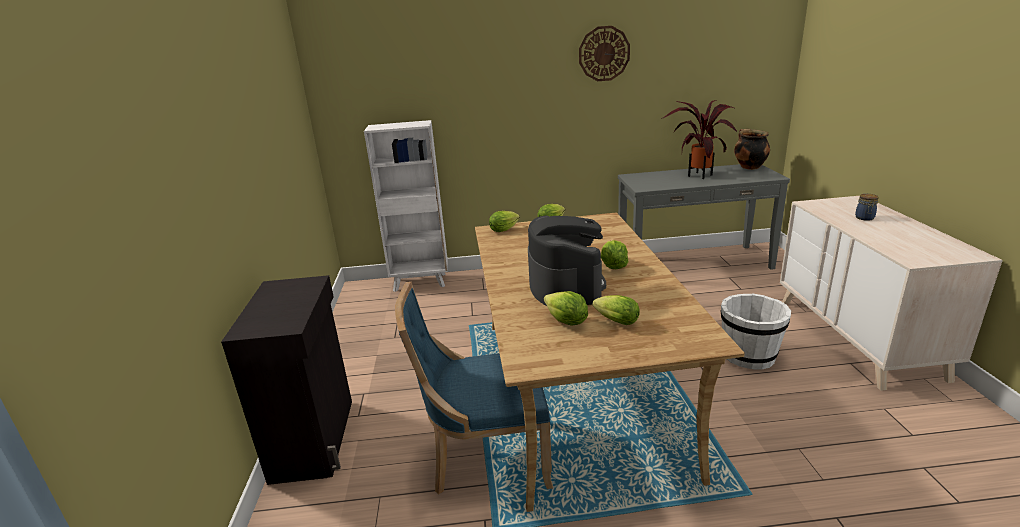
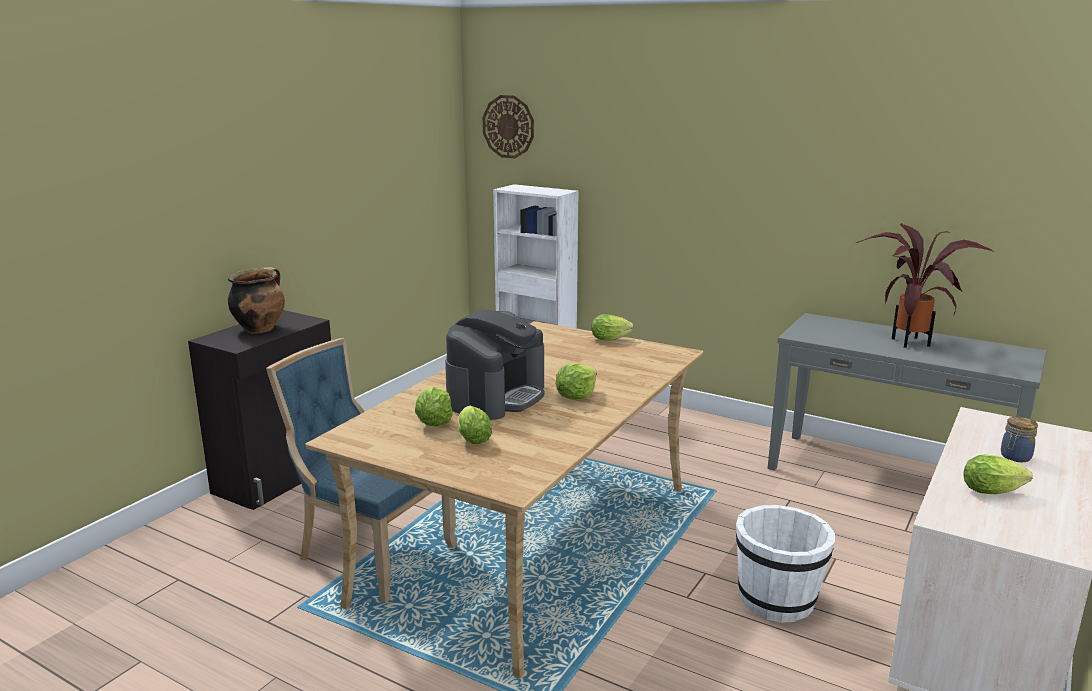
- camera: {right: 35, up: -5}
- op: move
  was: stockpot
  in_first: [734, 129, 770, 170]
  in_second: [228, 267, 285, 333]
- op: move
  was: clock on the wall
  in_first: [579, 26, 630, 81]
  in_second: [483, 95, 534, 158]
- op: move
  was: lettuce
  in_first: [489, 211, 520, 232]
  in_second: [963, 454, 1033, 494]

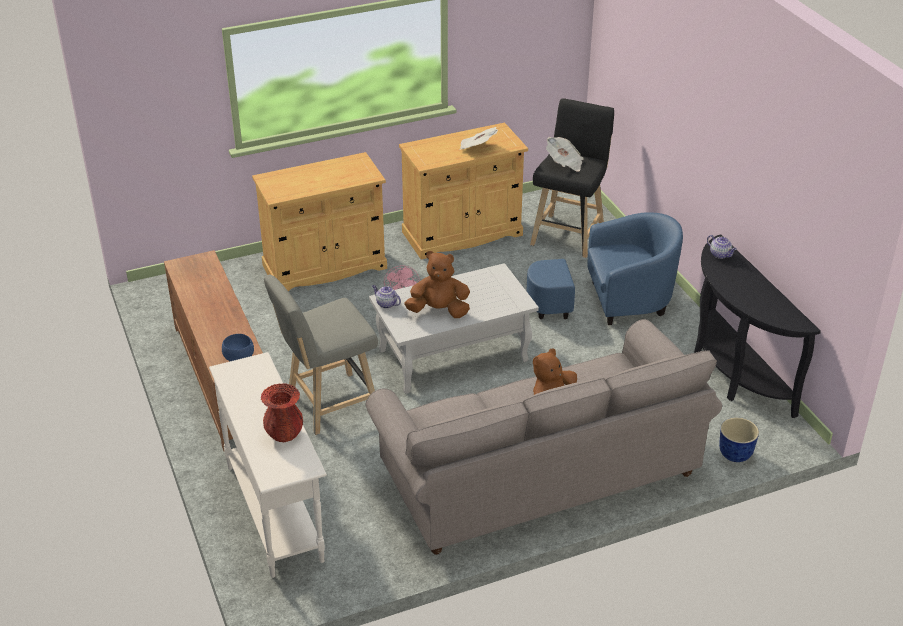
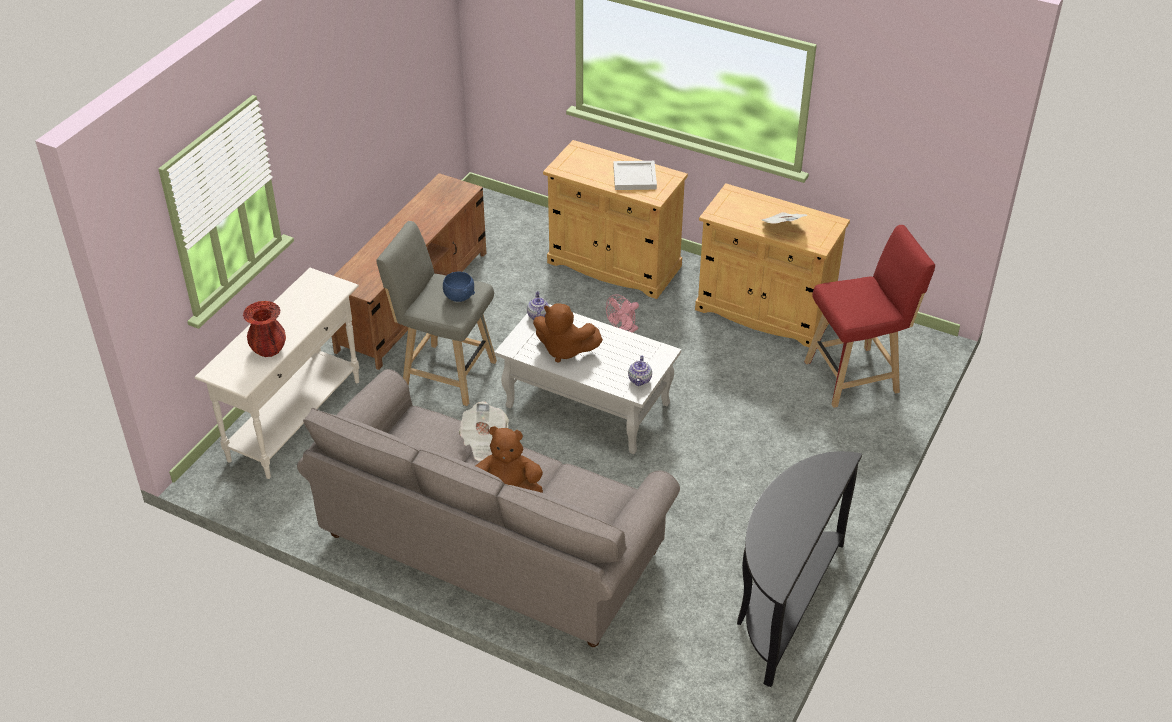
- camera: {right: 50, up: 5}
- op: move
  was: serving bowl (bluish)
  in_first: [222, 334, 254, 361]
  in_second: [443, 272, 475, 302]
- op: move
  was: daily paper
  in_first: [546, 137, 584, 172]
  in_second: [459, 402, 509, 461]
- op: rotate
  was: plush toy (brown)
  in_first: [404, 251, 470, 318]
  in_second: [533, 303, 603, 363]
  clockwise: 150
- op: insert
  now: tray (white-coloured)
  in_second: [613, 161, 657, 190]
- op: move
  was: tea pot
  in_first: [707, 235, 737, 259]
  in_second: [628, 355, 652, 386]
- op: recolor
  was: stool seat (black-coloured)
  now: stool seat (red)
  in_first: [530, 98, 614, 258]
  in_second: [804, 225, 935, 408]
- op: delete
  was: lounge chair (bluish)
  in_first: [526, 212, 683, 325]
- op: delete
  was: plant pot
  in_first: [719, 417, 759, 462]

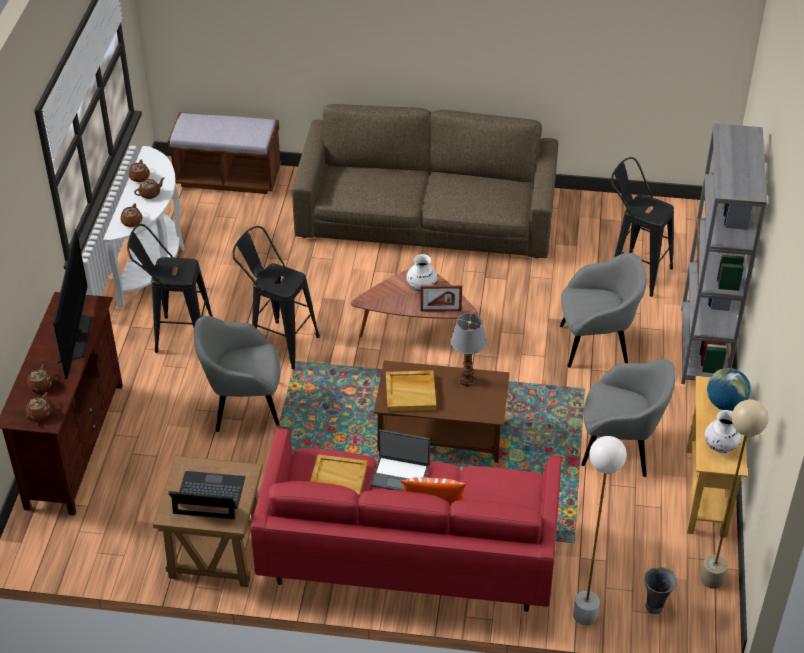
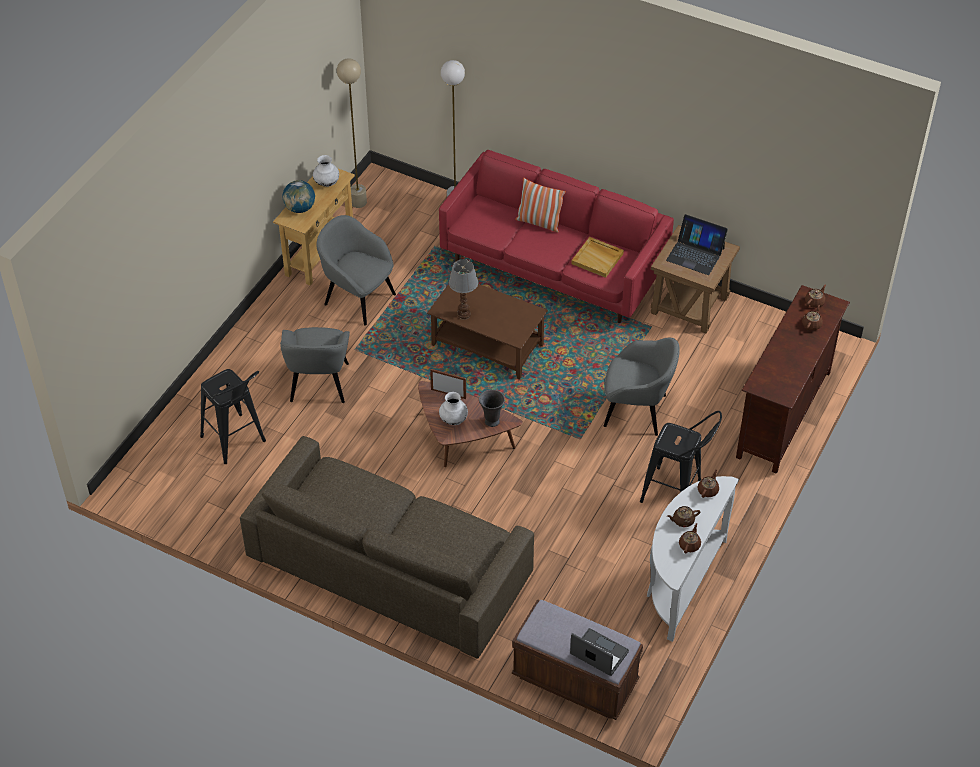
- camera: {right: -160, up: 5}
- op: rotate
  was: lounge chair (grey)
  in_first: [560, 253, 646, 368]
  in_second: [280, 327, 350, 403]
  clockwise: -105
- op: move
  was: flower vase (grey)
  in_first: [644, 567, 677, 614]
  in_second: [479, 390, 505, 427]
- op: move
  was: notebook computer
  in_first: [370, 430, 430, 491]
  in_second: [570, 628, 629, 676]
- op: delete
  was: TV
  in_first: [53, 229, 92, 379]
- op: delete
  was: stool seat (black-coloured)
  in_first: [232, 226, 320, 369]
- op: delete
  was: tray (beige)
  in_first: [386, 370, 436, 411]
- op: delete
  was: shelving unit (grey)
  in_first: [681, 123, 768, 384]

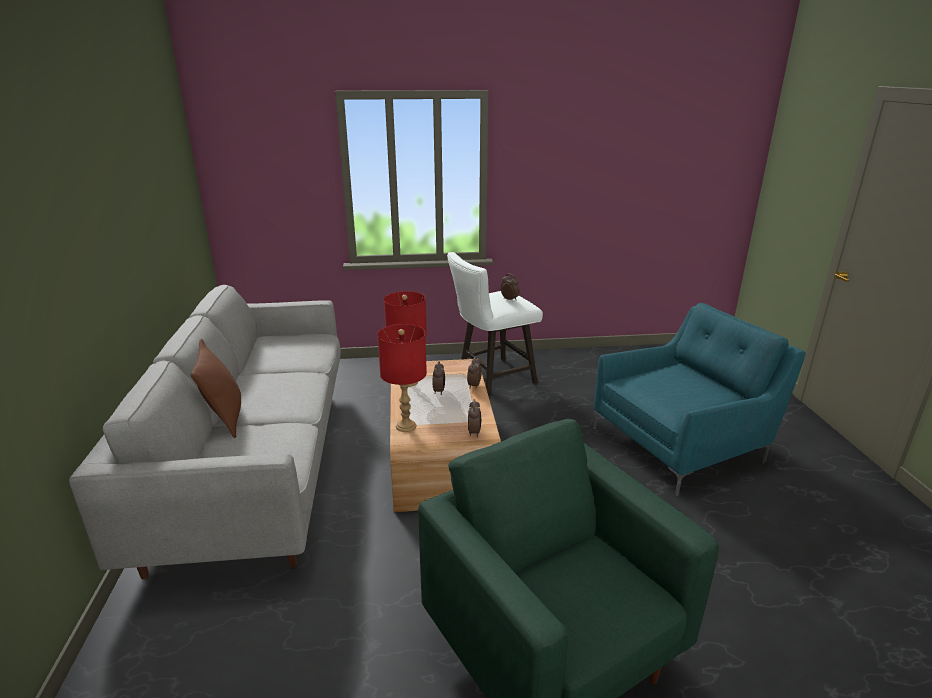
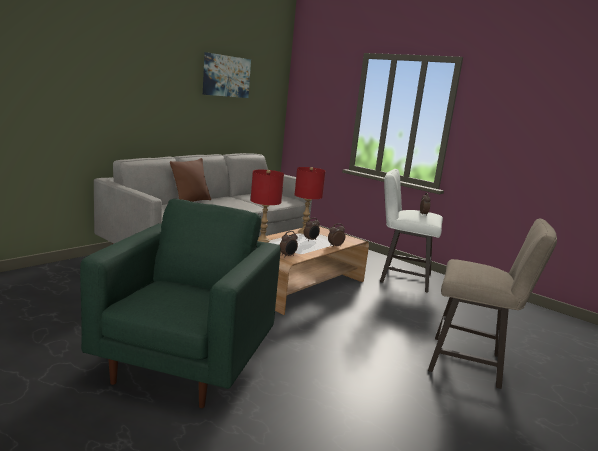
- camera: {right: 45, up: -10}
- op: insert
  now: wall picture
  in_second: [203, 52, 251, 98]
- op: replace
  was: lounge chair (turquoise)
  now: stool seat (beige)
  in_first: [593, 303, 806, 496]
  in_second: [428, 218, 557, 389]

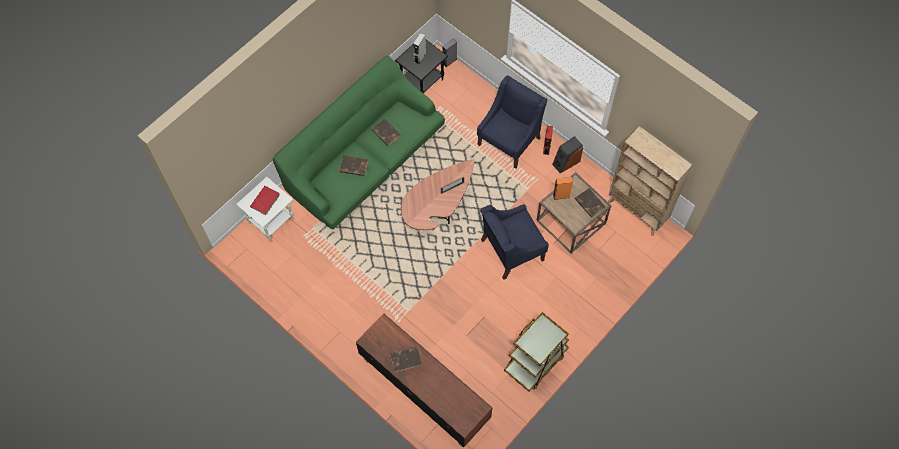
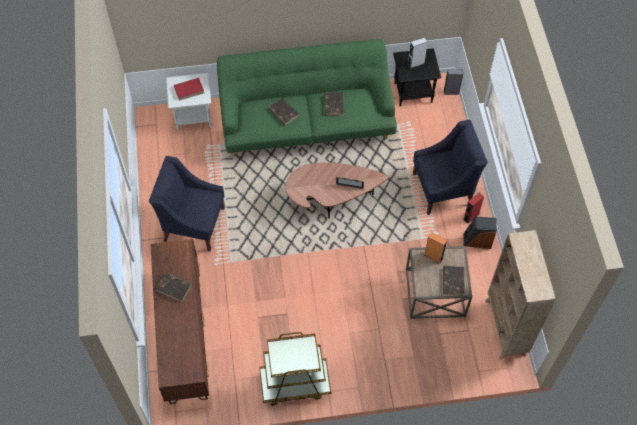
- camera: {right: 40, up: -5}
- op: move
  was: lounge chair (bluish)
  in_first: [480, 204, 549, 280]
  in_second: [149, 156, 225, 251]

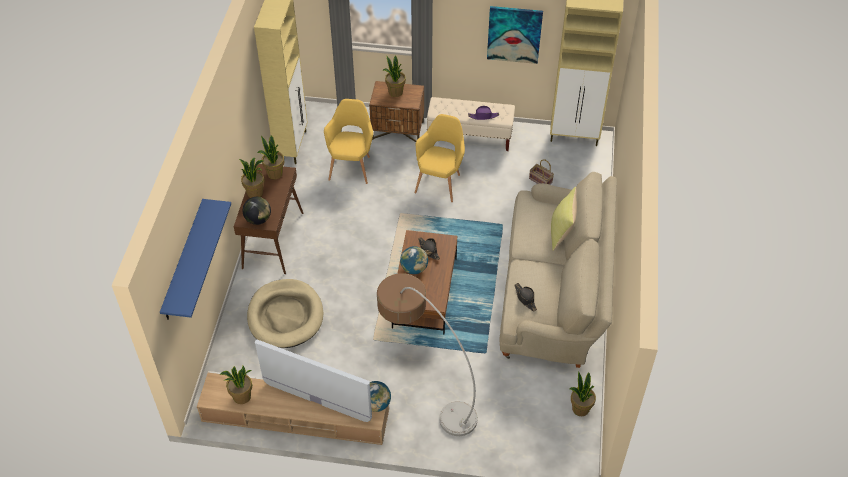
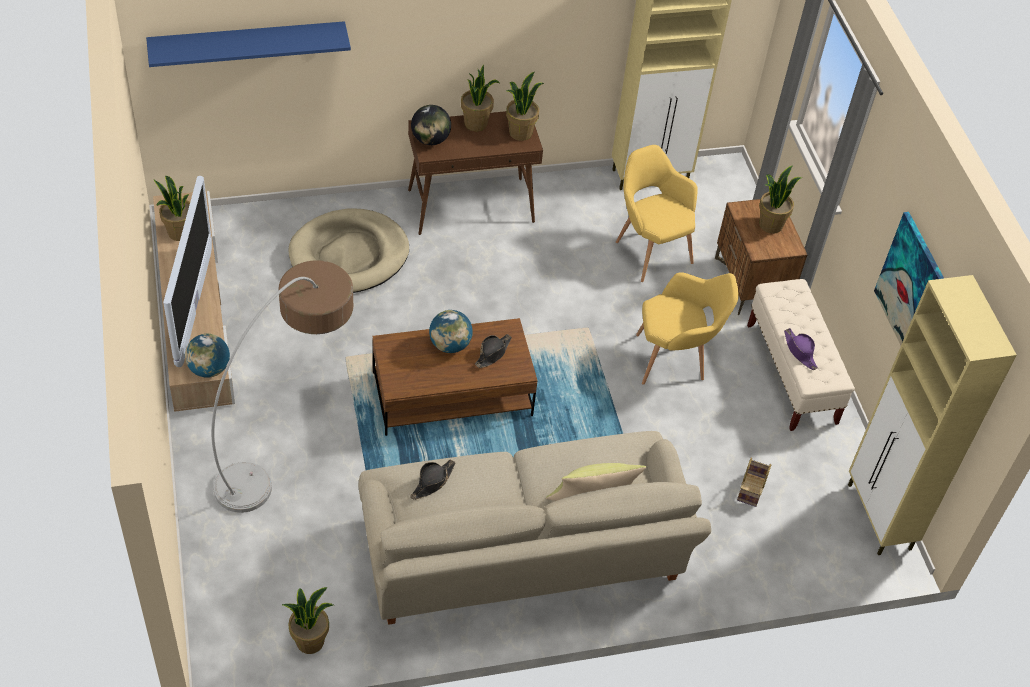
- camera: {right: 65, up: 0}
- op: rotate
  was: lounge chair (yellowish)
  in_first: [324, 99, 373, 184]
  in_second: [616, 145, 698, 282]
  clockwise: -105

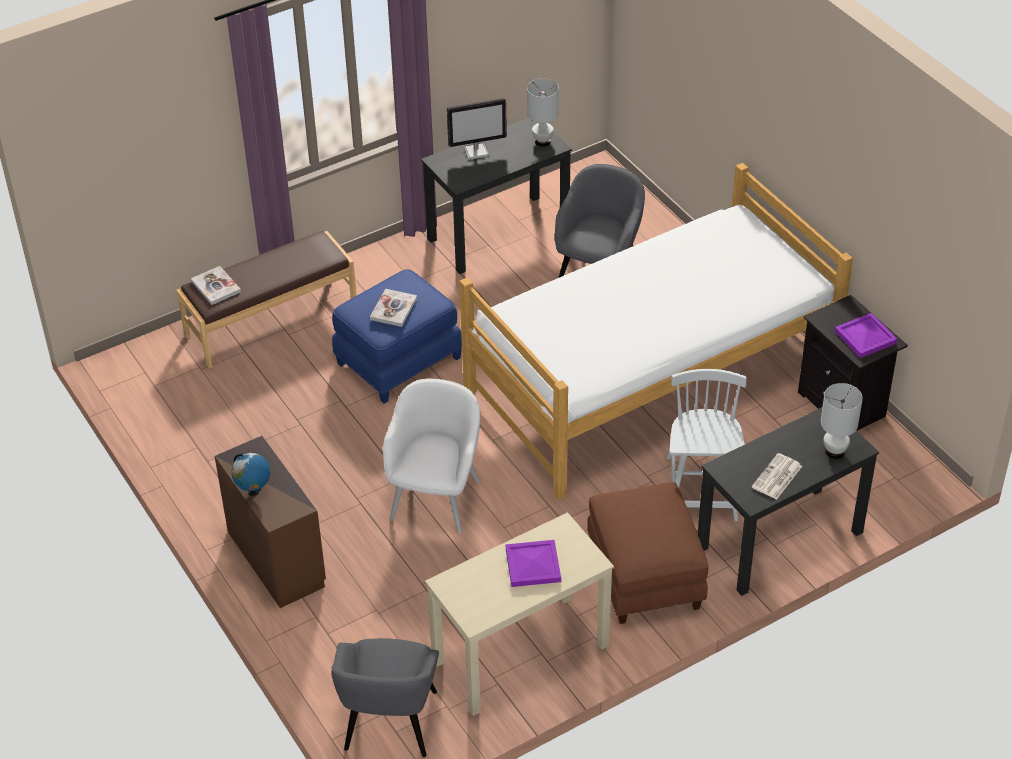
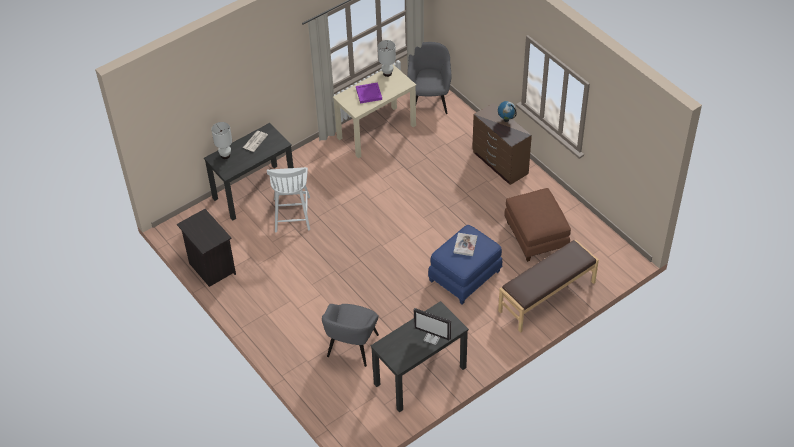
- camera: {right: 175, up: 5}
- op: move
  was: tabletop lamp (white-coloured)
  in_first: [527, 78, 559, 147]
  in_second: [378, 40, 396, 77]
- op: rotate
  was: computer screen
  in_first: [447, 98, 507, 160]
  in_second: [414, 308, 451, 345]
  clockwise: -135
- op: move
  was: footrest (brown)
  in_first: [587, 482, 708, 624]
  in_second: [505, 188, 571, 262]
- op: delete
  was: book
  in_first: [191, 266, 241, 305]
- op: delete
  was: lounge chair (white-coloured)
  in_first: [383, 378, 480, 534]
- op: delete
  was: bedroom bed
  in_first: [459, 163, 853, 499]
- op: delete
  was: tray (purplish)
  in_first: [835, 313, 897, 358]

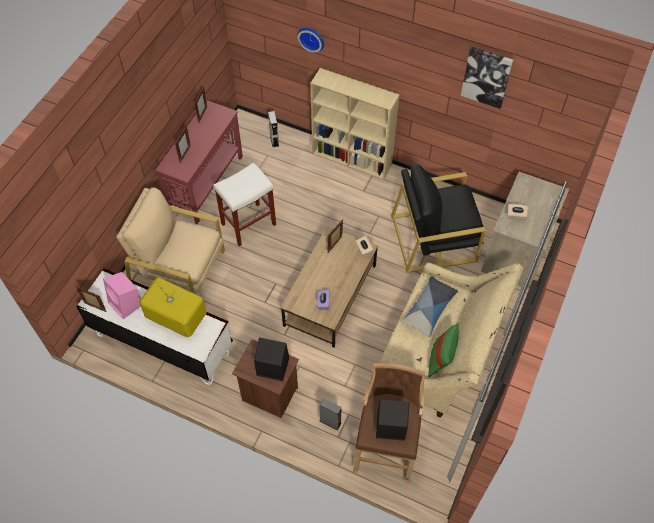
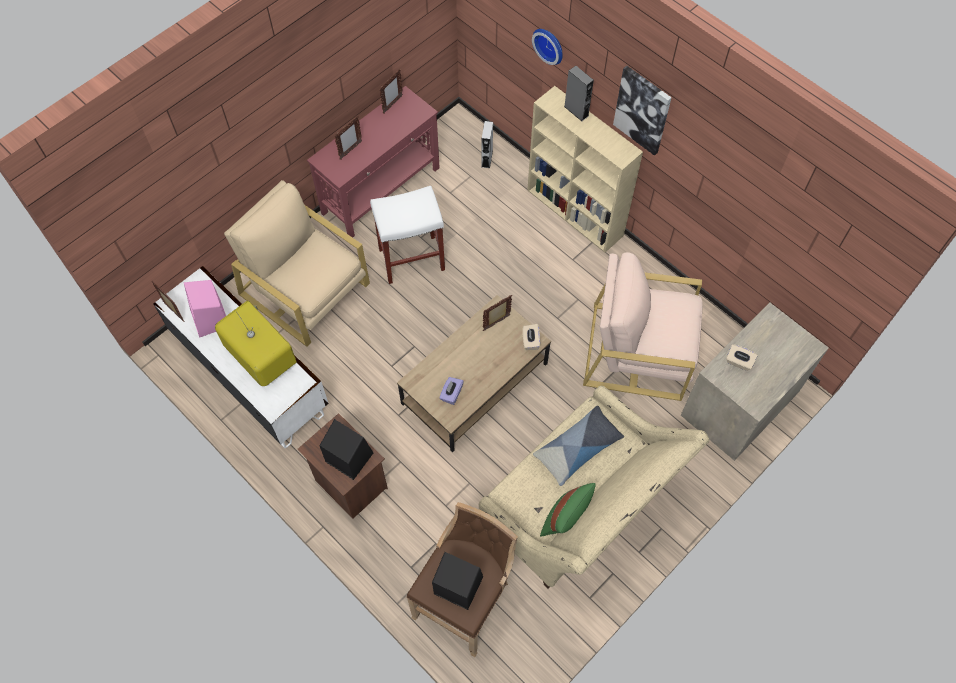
- camera: {right: 20, up: 5}
- op: move
  was: speaker (grey)
  in_first: [320, 398, 342, 431]
  in_second: [564, 66, 594, 121]
- op: recolor
  was: lounge chair (black-coloured)
  now: lounge chair (beige)
  in_first: [391, 165, 486, 273]
  in_second: [583, 252, 702, 401]
- op: move
  was: wall picture
  in_first: [461, 46, 513, 109]
  in_second: [613, 66, 672, 156]

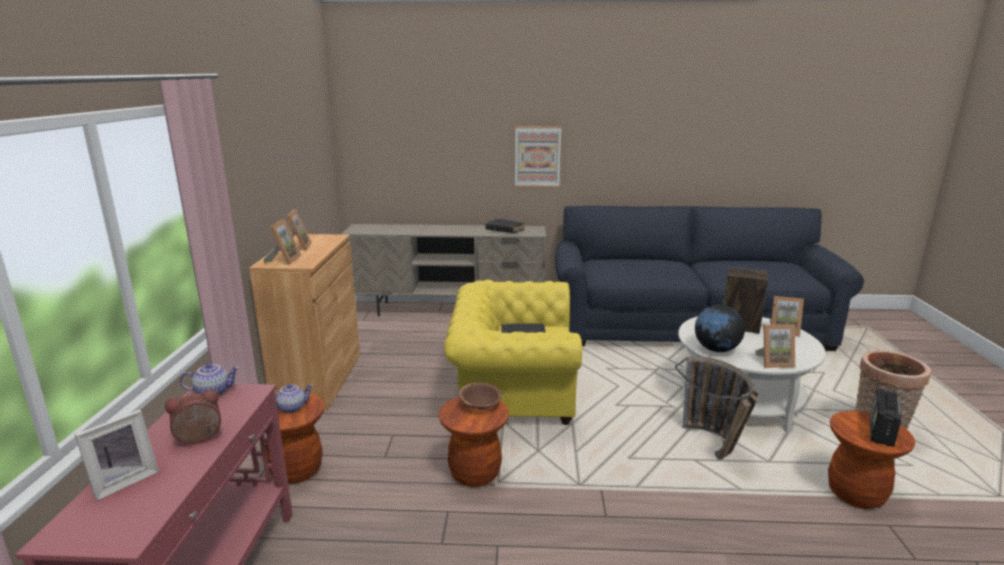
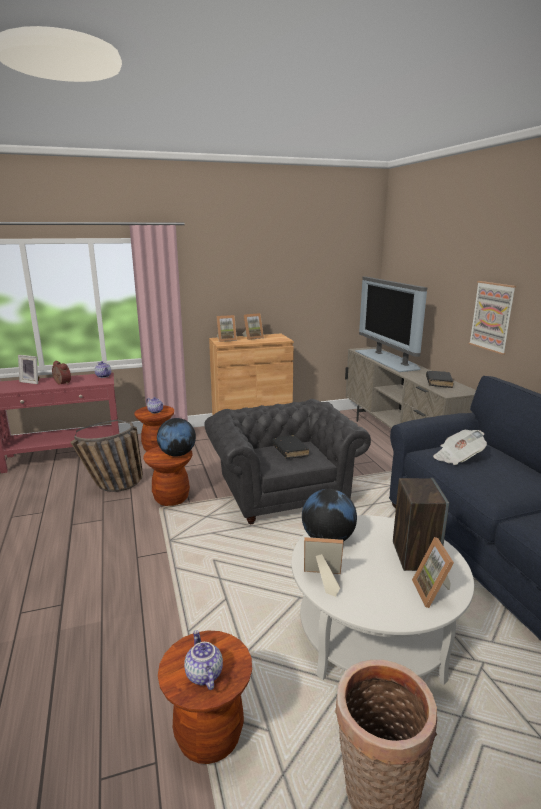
- camera: {right: 70, up: 0}
- op: move
  was: household basket
  in_first: [675, 356, 759, 460]
  in_second: [70, 419, 143, 492]
- op: replace
  was: serving bowl (brown)
  now: world globe
  in_first: [459, 383, 502, 410]
  in_second: [157, 418, 196, 457]
- op: replace
  was: radio set
  now: tea pot
  in_first: [870, 389, 902, 447]
  in_second: [184, 630, 223, 690]
- op: recolor
  was: lounge chair (yellowish)
  now: lounge chair (grey)
  in_first: [444, 280, 582, 425]
  in_second: [204, 399, 371, 524]
- op: rotate
  was: standing frame
  in_first: [755, 324, 795, 368]
  in_second: [304, 537, 343, 597]
  clockwise: 120
- op: insert
  now: TV
  in_second: [355, 276, 427, 372]
- op: insert
  now: daily paper
  in_second: [433, 430, 487, 465]

